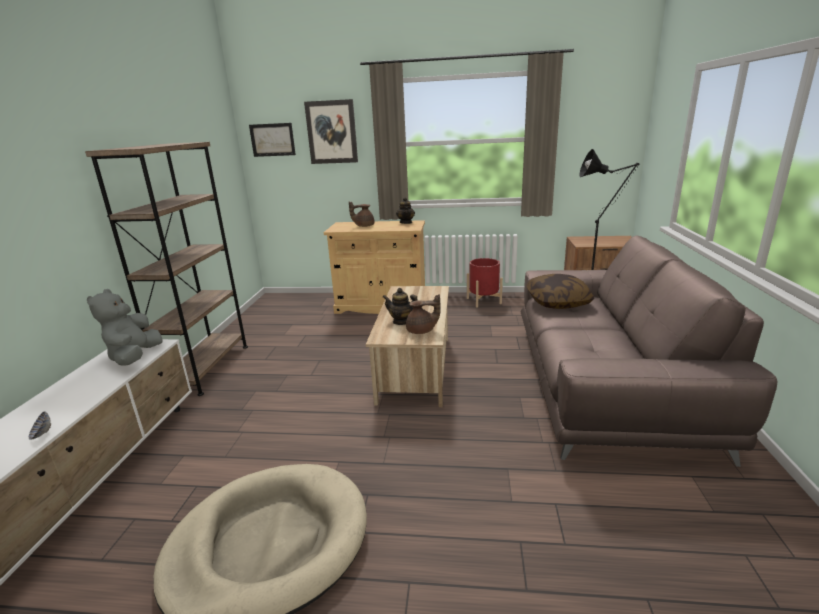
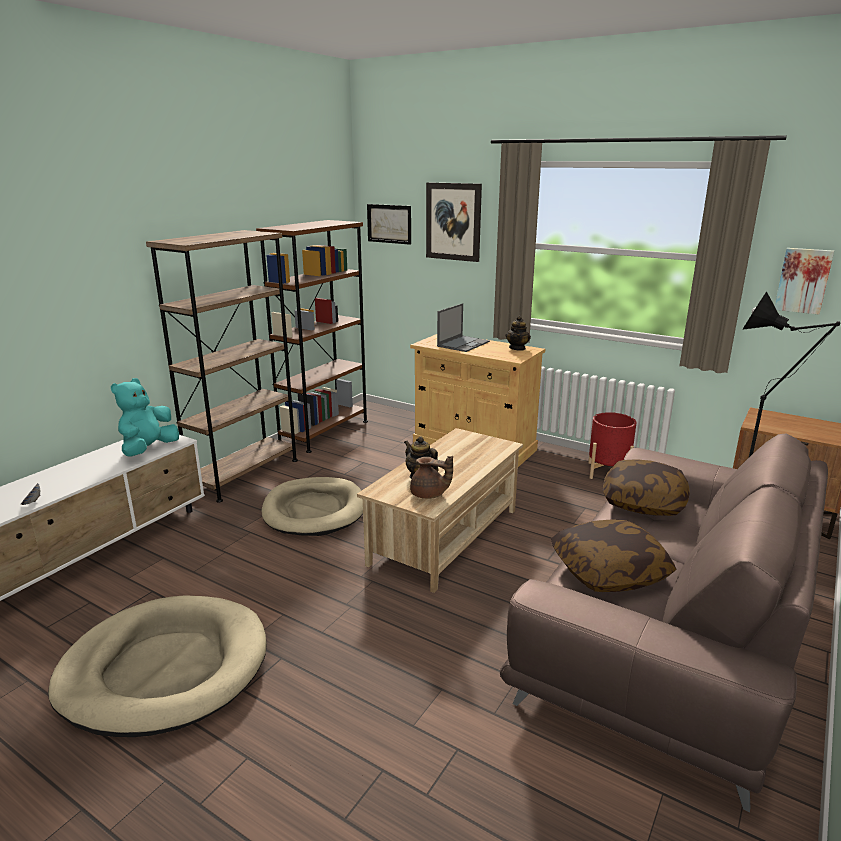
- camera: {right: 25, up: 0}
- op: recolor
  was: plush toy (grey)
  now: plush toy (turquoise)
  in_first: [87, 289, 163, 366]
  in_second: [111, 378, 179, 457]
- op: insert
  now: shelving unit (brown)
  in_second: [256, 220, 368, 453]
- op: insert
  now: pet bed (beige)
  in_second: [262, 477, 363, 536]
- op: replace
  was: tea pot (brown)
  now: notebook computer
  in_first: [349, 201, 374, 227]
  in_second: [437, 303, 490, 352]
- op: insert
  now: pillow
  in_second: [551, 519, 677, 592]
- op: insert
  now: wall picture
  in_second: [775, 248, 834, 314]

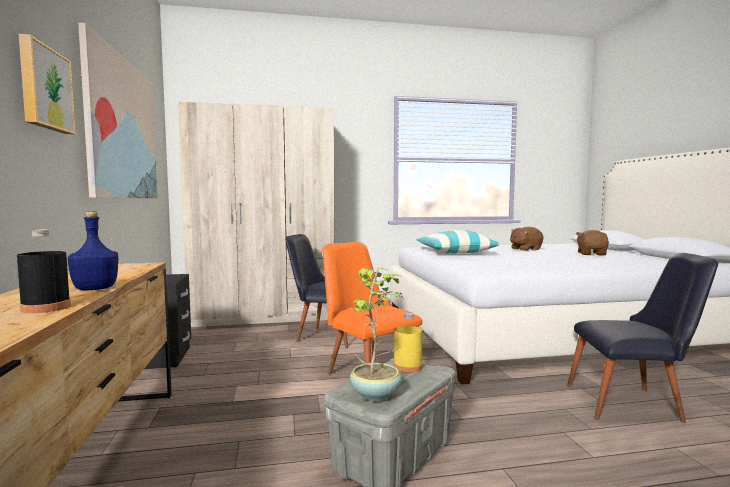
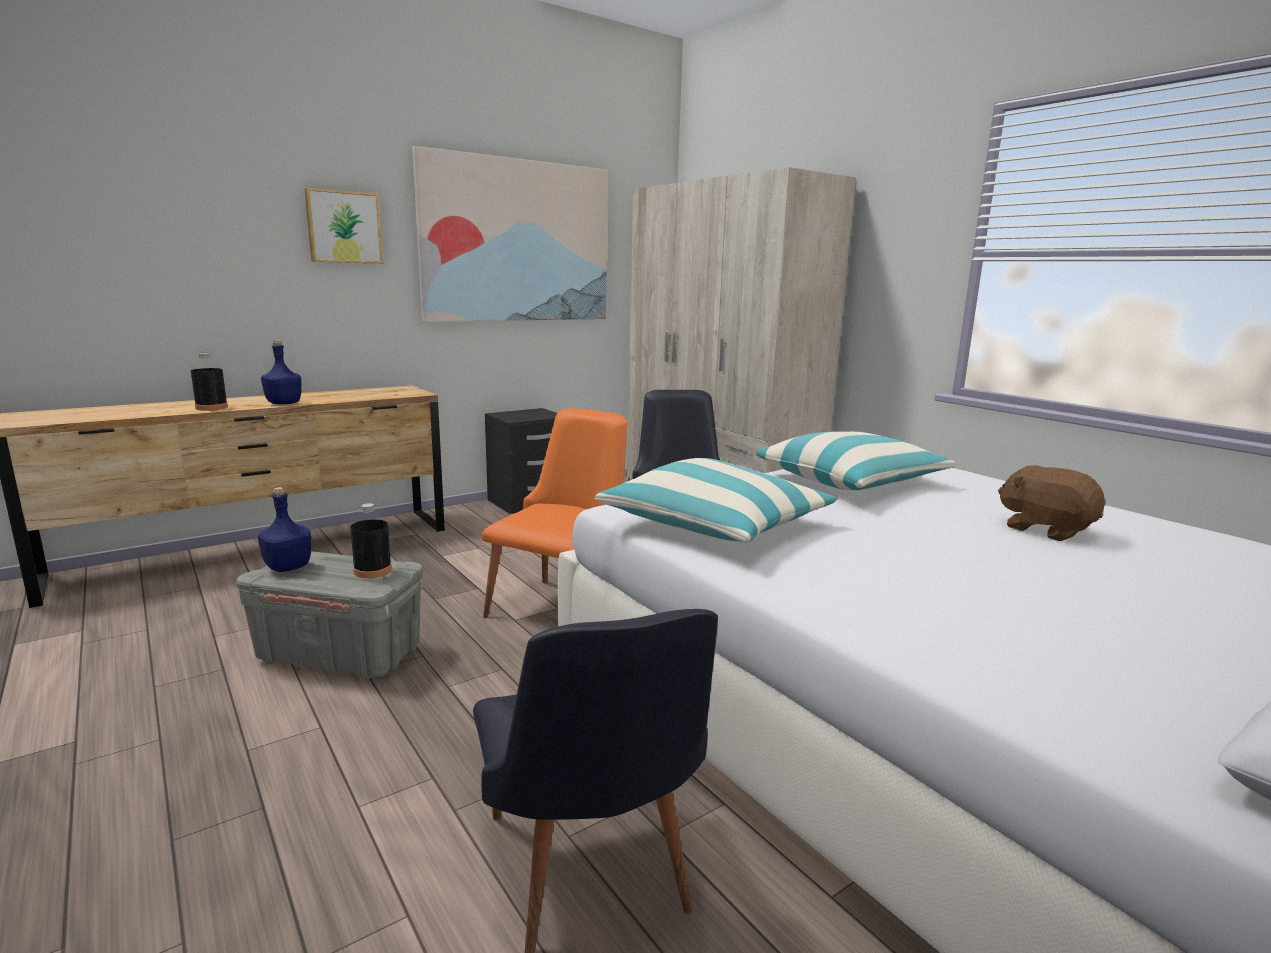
- camera: {right: 65, up: 10}
- op: replace
  was: potted plant
  now: bottle (bluish)
  in_first: [350, 268, 404, 401]
  in_second: [258, 487, 311, 572]
- op: recolor
  was: bottle (yellowish)
  now: bottle (black-coloured)
  in_first: [394, 312, 422, 373]
  in_second: [350, 503, 392, 578]
- op: insert
  now: pillow
  in_second: [595, 458, 837, 543]
- op: delete
  was: plush toy (brown)
  in_first: [575, 230, 609, 256]

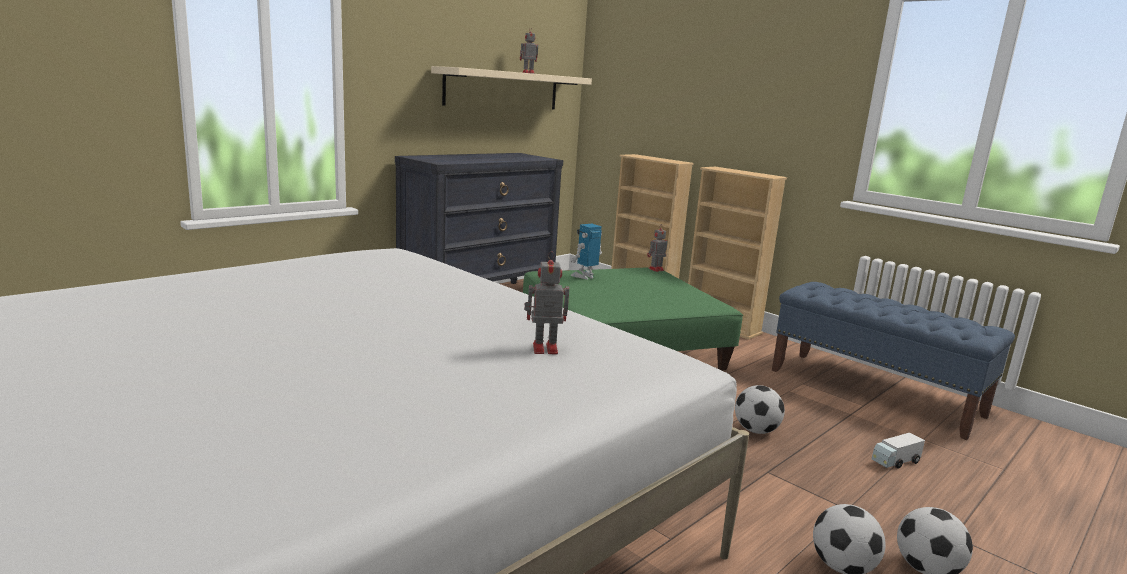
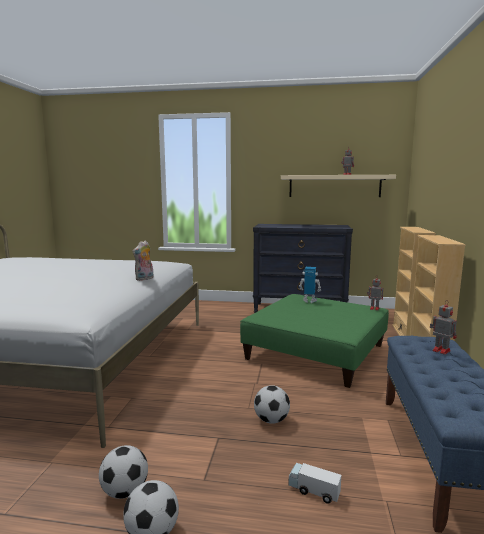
- camera: {right: 55, up: -5}
- op: insert
  now: plush toy
  in_second: [132, 240, 154, 281]
- op: move
  was: toy robot
  in_first: [524, 251, 569, 354]
  in_second: [430, 300, 457, 355]

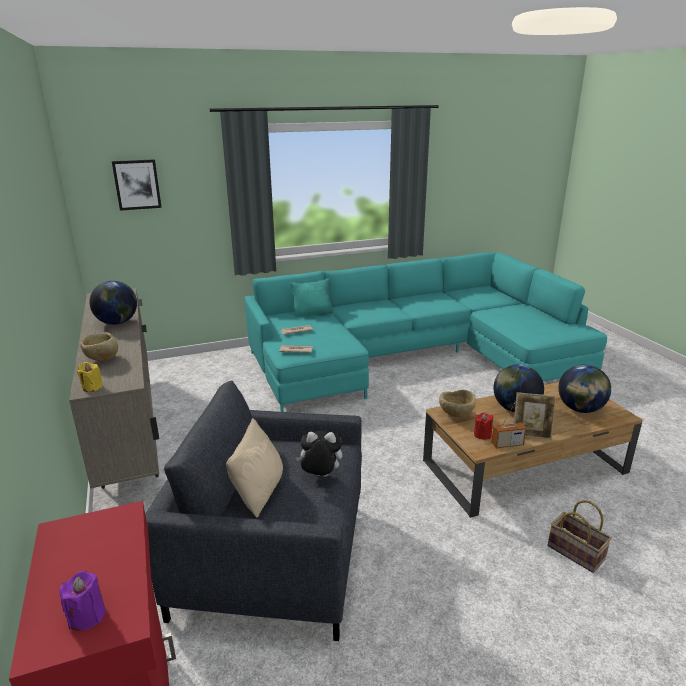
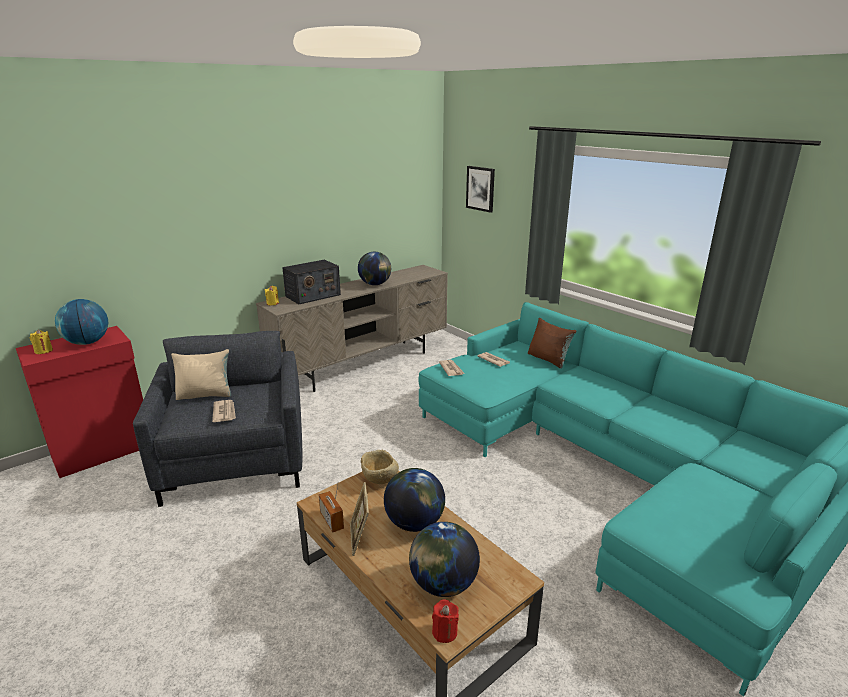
- camera: {right: 70, up: 0}
- op: recolor
  was: candle (purplish)
  now: candle (yellowish)
  in_first: [60, 571, 106, 631]
  in_second: [30, 330, 53, 354]
- op: insert
  now: world globe
  in_second: [55, 299, 108, 345]
- op: replace
  was: plush toy
  now: daily paper
  in_first: [295, 431, 342, 477]
  in_second: [212, 400, 236, 422]
- op: replace
  was: serving bowl (beige)
  now: radio set
  in_first: [80, 332, 118, 361]
  in_second: [282, 260, 341, 304]
- op: move
  was: candle (red)
  in_first: [474, 413, 494, 440]
  in_second: [432, 599, 459, 643]
- op: recolor
  was: pillow (turquoise)
  now: pillow (brown)
  in_first: [290, 278, 334, 317]
  in_second: [528, 318, 576, 369]
- op: delete
  was: household basket
  in_first: [548, 500, 612, 573]

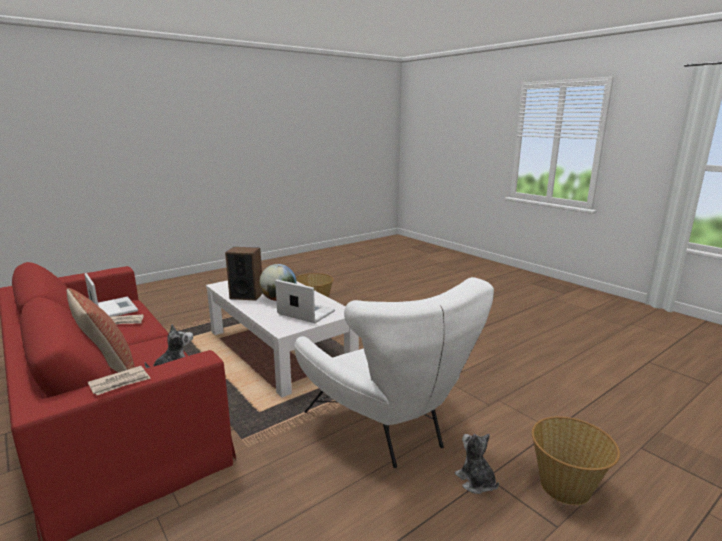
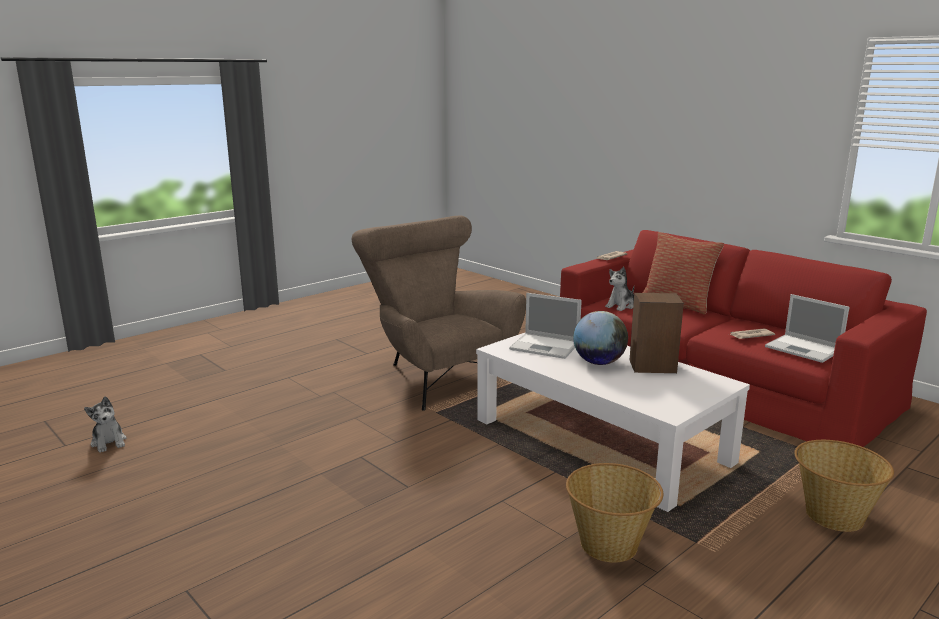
- camera: {right: 175, up: 0}
- op: move
  was: plush toy
  in_first: [455, 434, 499, 494]
  in_second: [84, 396, 127, 453]
- op: recolor
  was: lounge chair (white-coloured)
  now: lounge chair (brown)
  in_first: [294, 277, 494, 468]
  in_second: [352, 216, 526, 411]
- op: move
  was: household basket
  in_first: [532, 416, 620, 505]
  in_second: [794, 440, 894, 532]

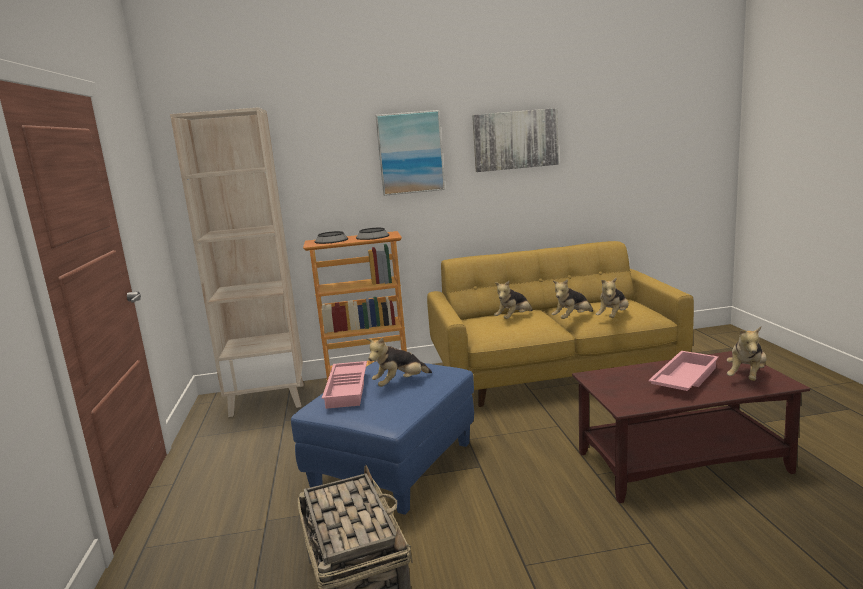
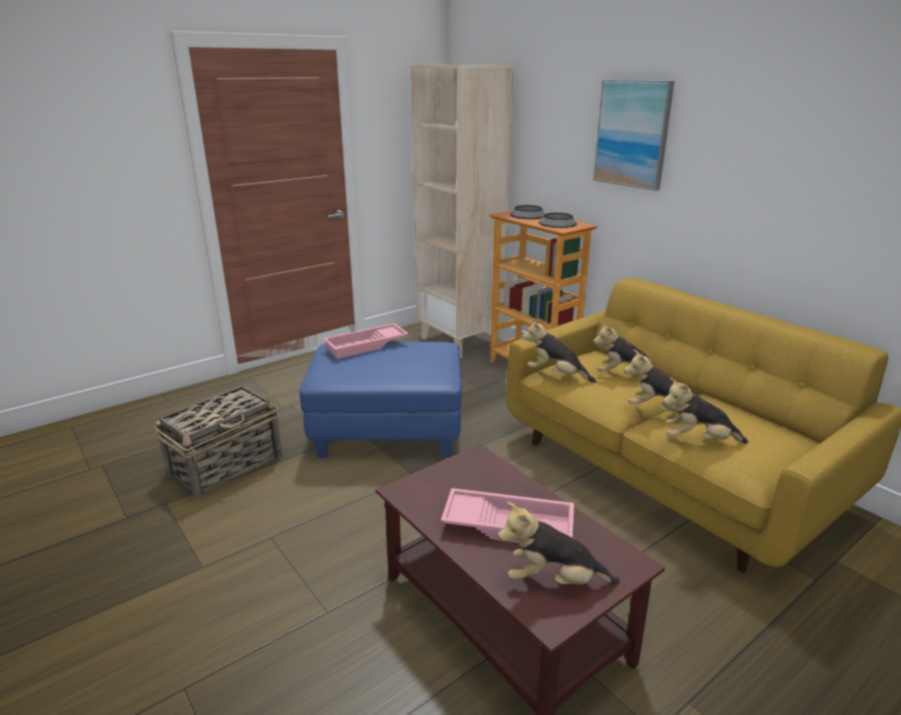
- camera: {right: 60, up: 10}
- op: move
  was: plush toy
  in_first: [367, 337, 432, 387]
  in_second: [523, 318, 596, 383]
- op: delete
  was: wall picture
  in_first: [472, 108, 559, 172]

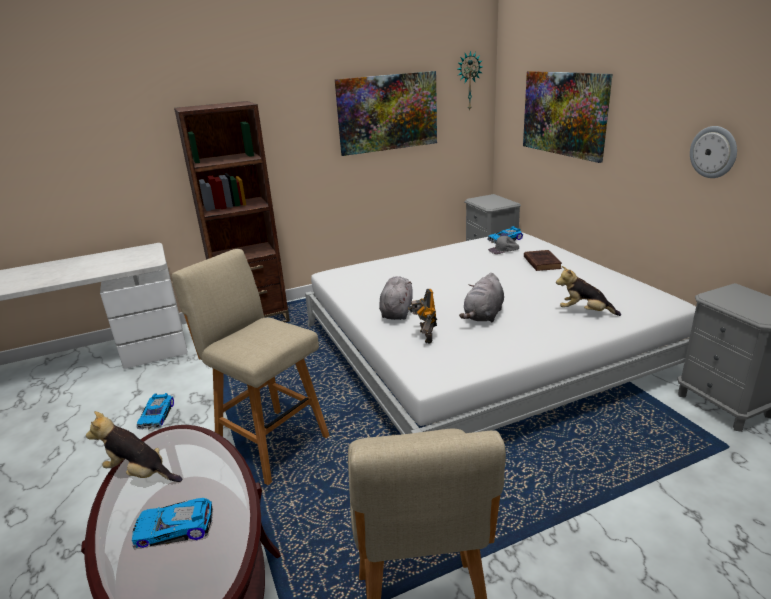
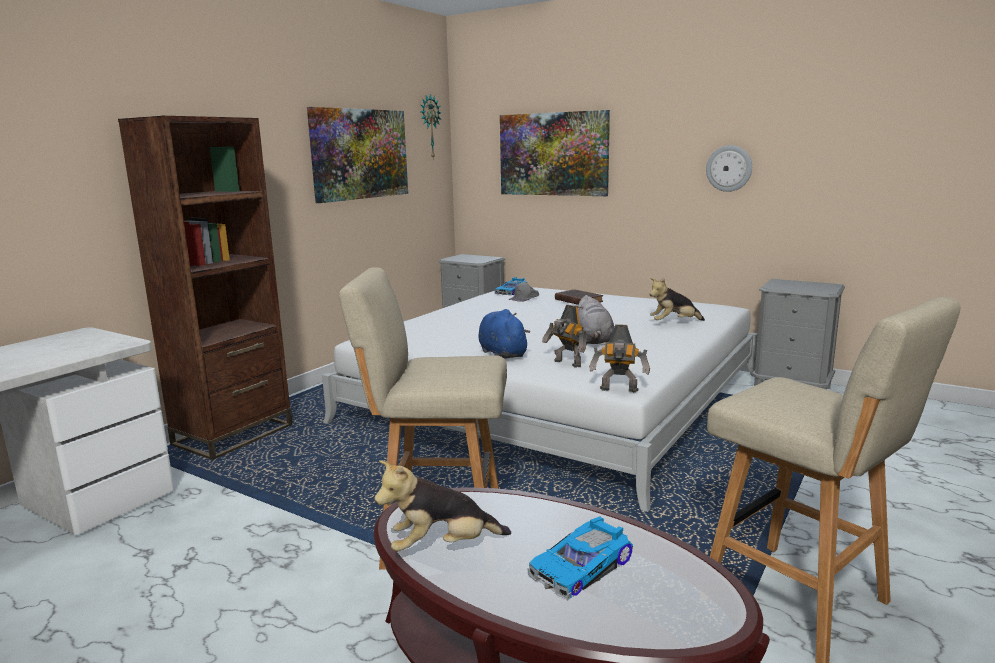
- camera: {right: -35, up: -10}
- op: recolor
  was: plush toy (grey)
  now: plush toy (bluish)
  in_first: [379, 276, 413, 320]
  in_second: [479, 309, 530, 358]
- op: insert
  now: toy robot
  in_second: [589, 324, 650, 392]
- op: delete
  was: miniature car
  in_first: [137, 393, 174, 429]

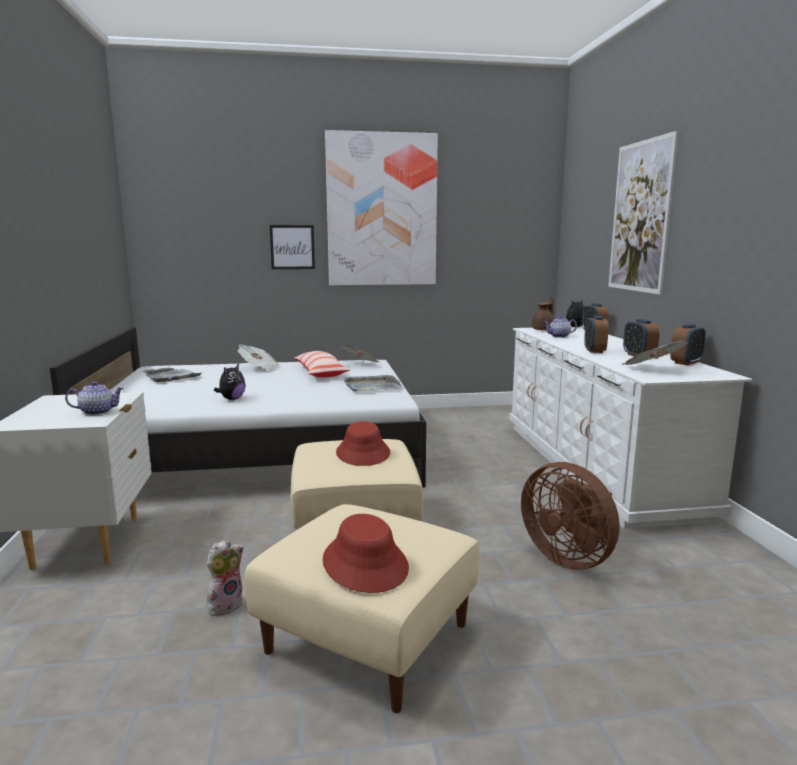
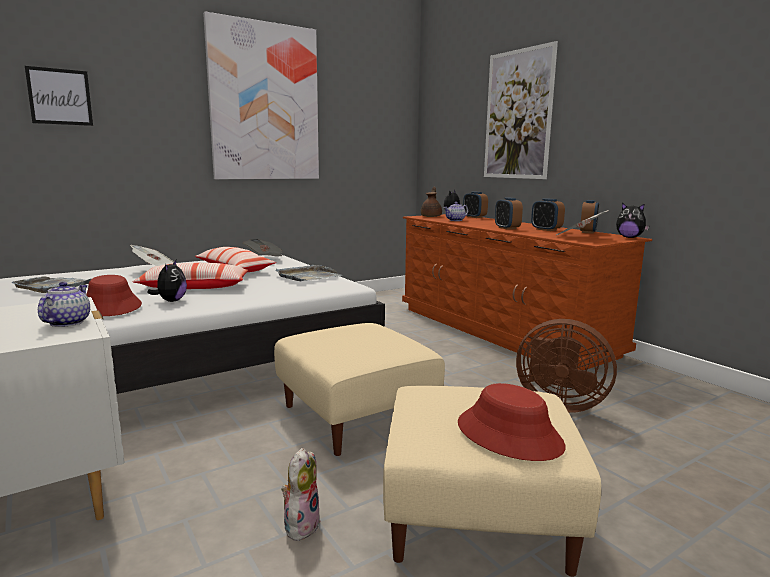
- camera: {right: -25, up: 0}
- op: move
  was: wall picture
  in_first: [270, 225, 315, 269]
  in_second: [25, 66, 93, 126]
- op: rotate
  was: tea pot
  in_first: [65, 381, 124, 415]
  in_second: [38, 282, 90, 327]
  clockwise: -45
- op: move
  was: clothing hat (red)
  in_first: [336, 421, 390, 466]
  in_second: [86, 275, 142, 316]
- op: insert
  now: pillow
  in_second: [132, 263, 248, 289]
- op: recolor
  was: chest of drawers (white-coloured)
  now: chest of drawers (brown)
  in_first: [509, 326, 753, 529]
  in_second: [402, 214, 652, 370]
- op: insert
  now: plush toy
  in_second: [616, 203, 649, 238]

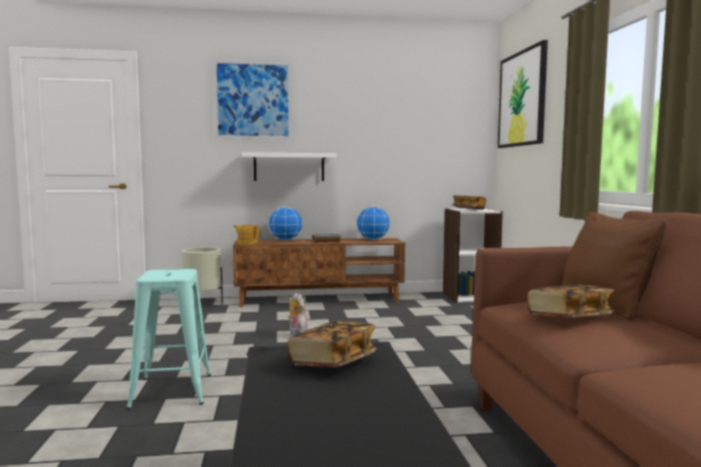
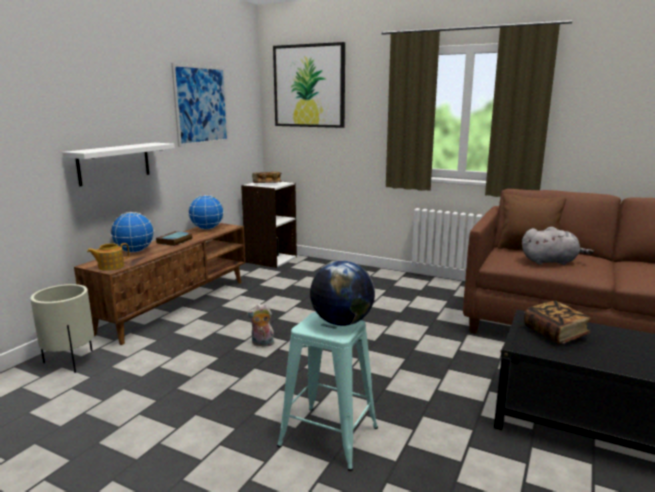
- camera: {right: -55, up: 10}
- op: move
  was: wall picture
  in_first: [213, 60, 292, 139]
  in_second: [171, 63, 229, 147]
- op: insert
  now: world globe
  in_second: [310, 261, 375, 326]
- op: replace
  was: book
  now: plush toy (grey)
  in_first: [527, 284, 615, 318]
  in_second: [522, 227, 594, 265]

